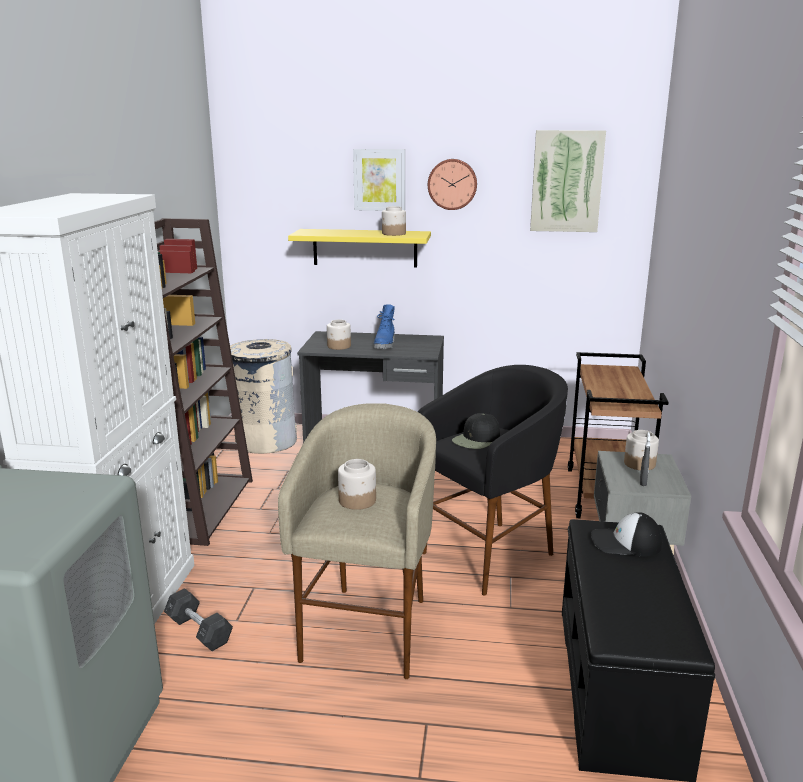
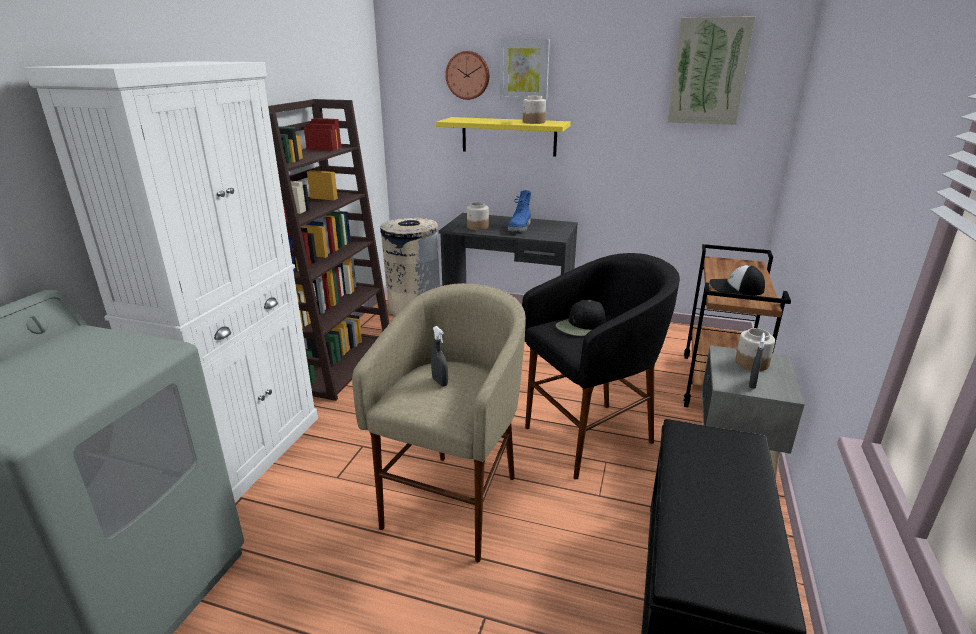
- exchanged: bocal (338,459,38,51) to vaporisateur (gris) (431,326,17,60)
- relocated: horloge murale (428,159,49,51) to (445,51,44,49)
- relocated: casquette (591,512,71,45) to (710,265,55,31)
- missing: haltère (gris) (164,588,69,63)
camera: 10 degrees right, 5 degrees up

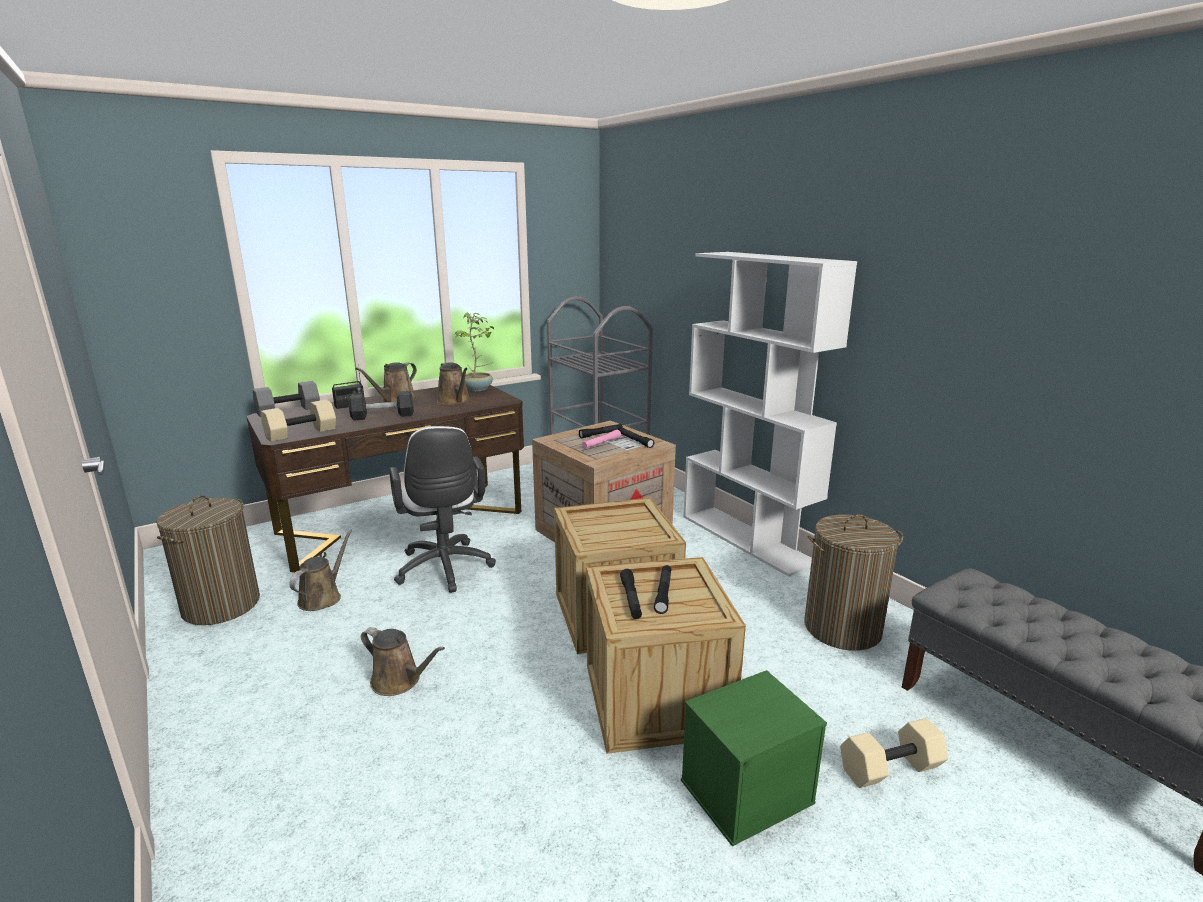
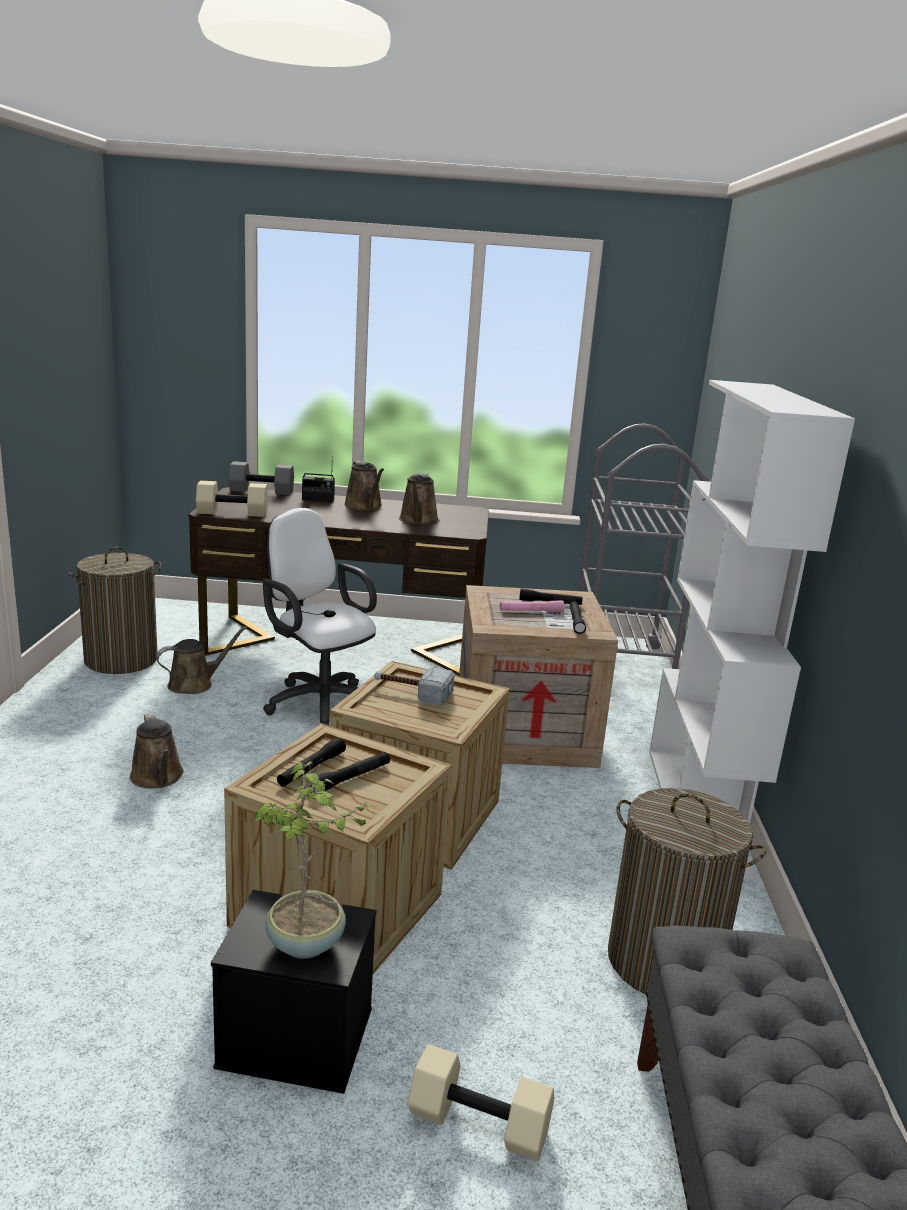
- colour: boîte de rangement (vert) (681,670,146,177) to boîte de rangement (noir) (211,890,165,204)
- relocated: plante en pot (455,312,39,79) to (253,761,121,198)
- spun: chaise de bureau (blanc) (390,426,106,167) = (263,508,114,218) 120 degrees clockwise
- spun: arrosoir (marron) (355,363,62,40) = (344,461,40,49) 90 degrees counterclockwise
- appeared: marteau (374,667,81,38)
- missing: haltère (noir) (348,391,66,30)
camera: 35 degrees right, 0 degrees up

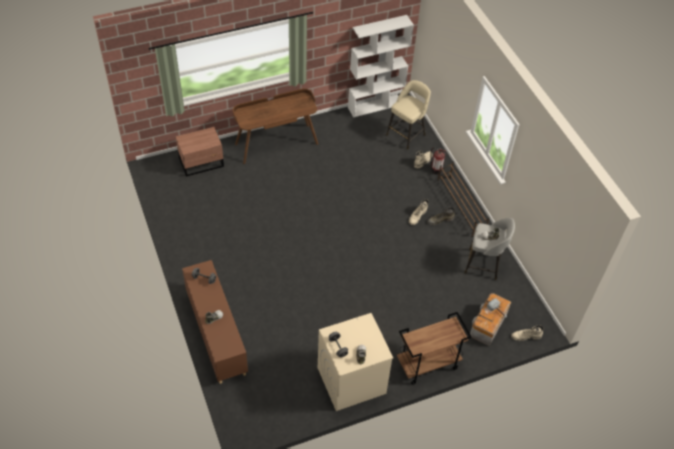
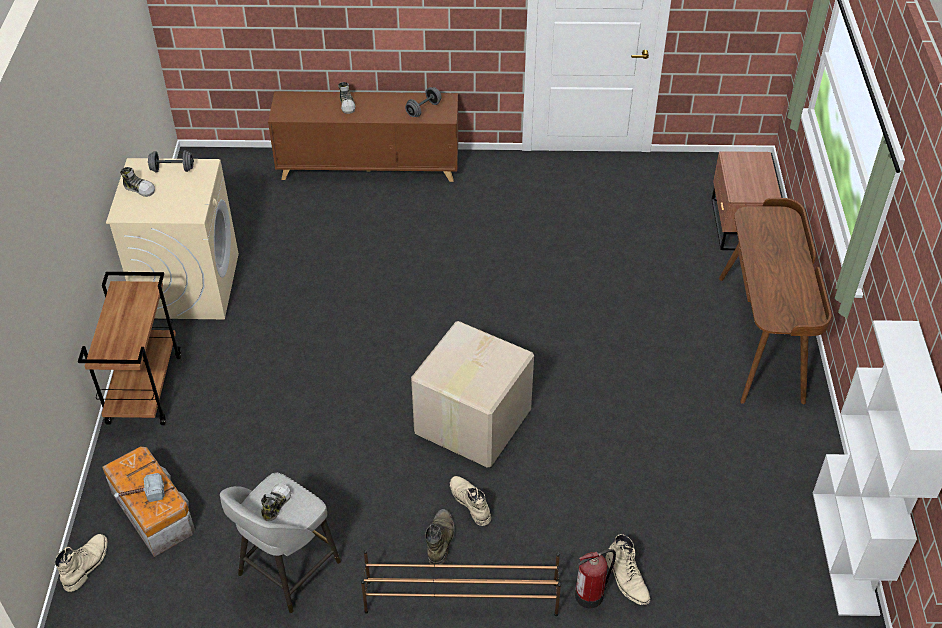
- appeared: carton (411,321,123,147)
- missing: tabouret (beige) (386,80,45,70)
camera: 115 degrees right, 5 degrees down

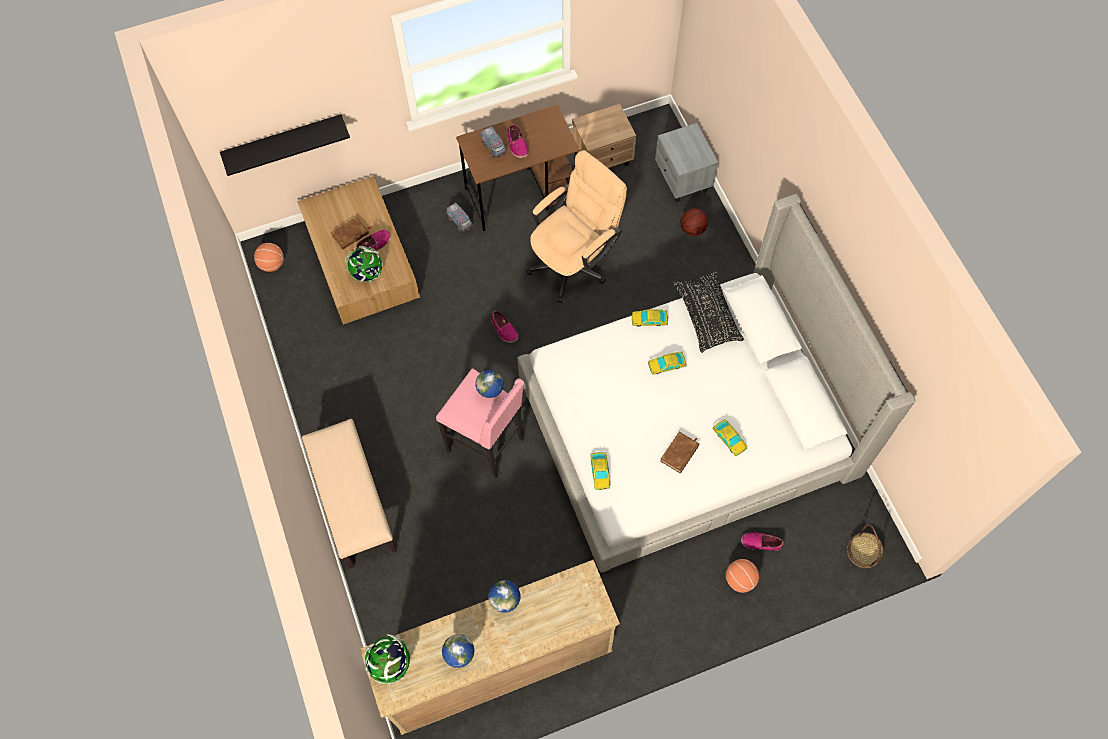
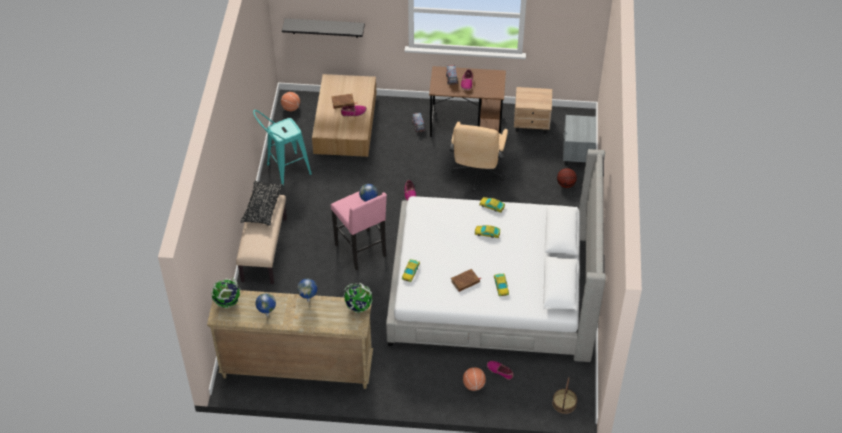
- relocated: coussin (noir) (674,271,70,82) to (240,181,43,45)
- appeared: tabouret (turquoise) (253,110,59,76)
- relocated: globe (345,246,38,36) to (343,283,30,30)
- spun: chaise de bureau (beige) (526,150,101,153) = (450,122,58,69) 120 degrees clockwise
camera: 25 degrees right, 15 degrees down

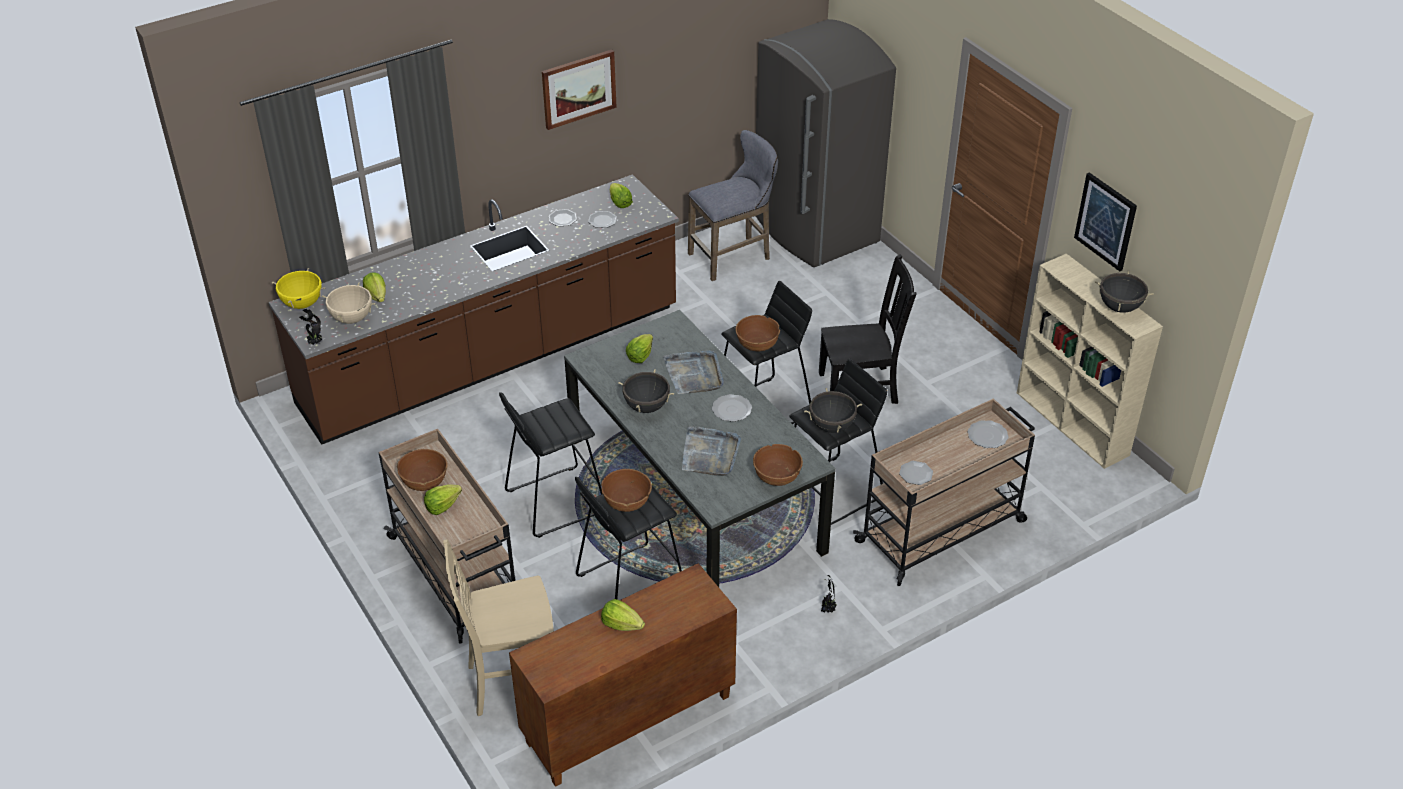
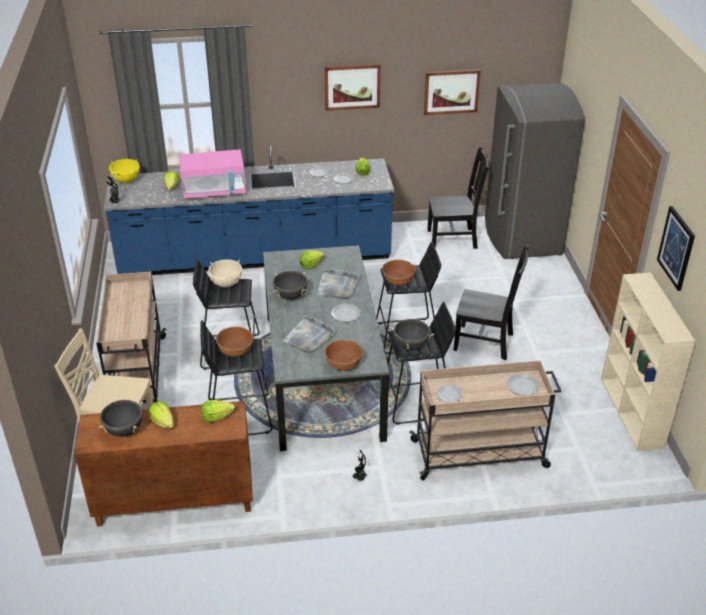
- relocated: marmite (noir) (1095,271,59,42) to (99,400,44,37)
- colour: comptoir de cuisine (marron) (269,174,410,271) to comptoir de cuisine (bleu) (104,146,290,129)
- appeared: micro-ondes (rose) (179,149,67,50)
- relocated: laitue (424,484,38,31) to (202,400,33,22)
- relocated: marmite (beige) (322,283,53,41) to (208,259,34,28)
- appeared: tableau (424,69,57,46)
- exchanged: tabouret (gris) (688,130,90,151) to chaise (noir) (427,147,62,102)
- missing: bol (marron) (397,449,51,42)
camera: 25 degrees right, 5 degrees down

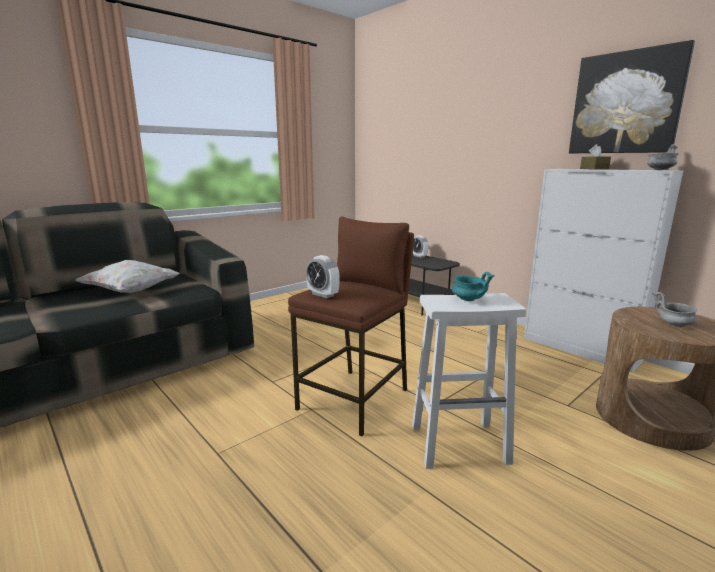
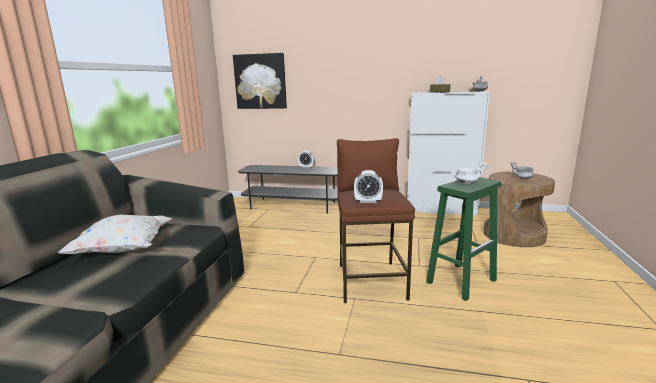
- relocated: tableau (569,40,126,113) to (233,53,54,56)
- colour: tabouret (blanc) (412,293,114,176) to tabouret (vert) (426,177,75,124)
- colour: bol (turquoise) (452,272,43,29) to bol (blanc) (455,162,33,22)
camera: 35 degrees left, 0 degrees up

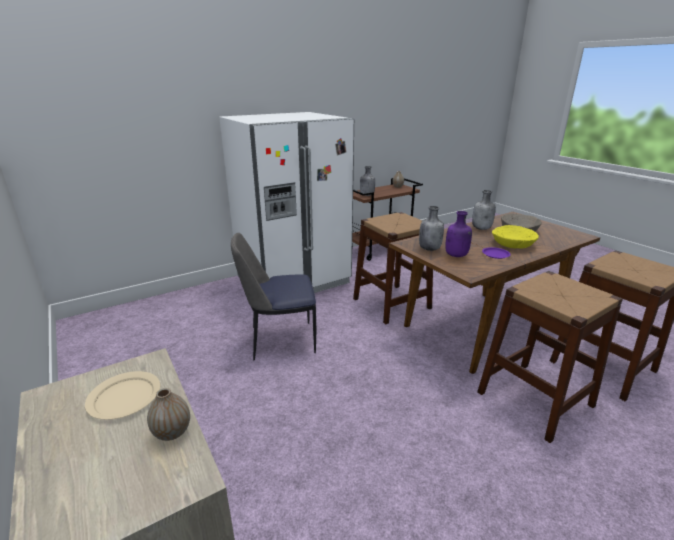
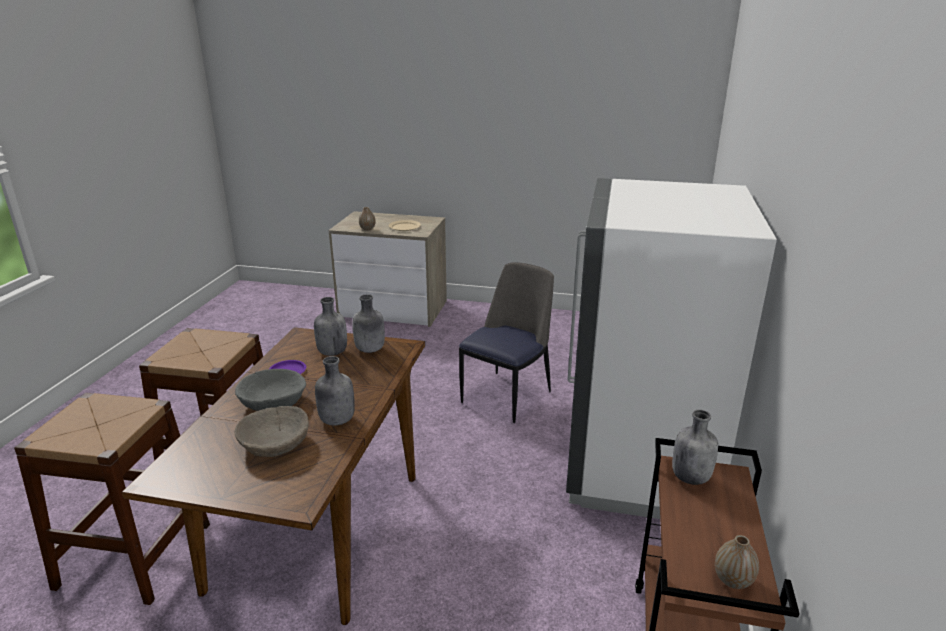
- colour: bol (jaune) (492,225,47,24) to bol (gris) (235,369,71,42)
- colour: bouteille (violet) (445,211,27,46) to bouteille (gris) (314,297,33,59)
- missing: tabouret (marron) (353,212,80,112)
camera: 135 degrees right, 0 degrees up

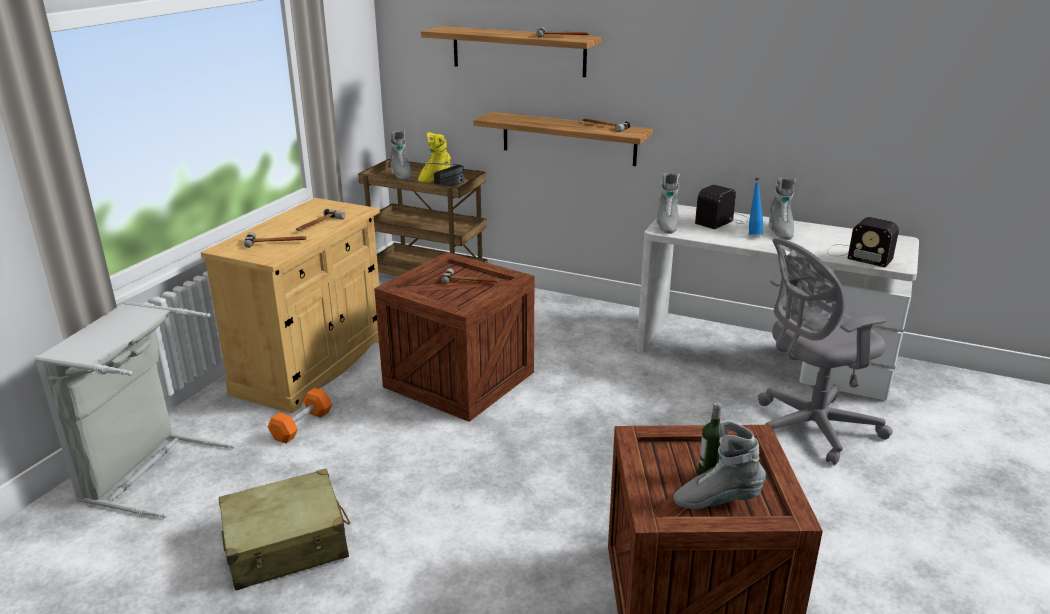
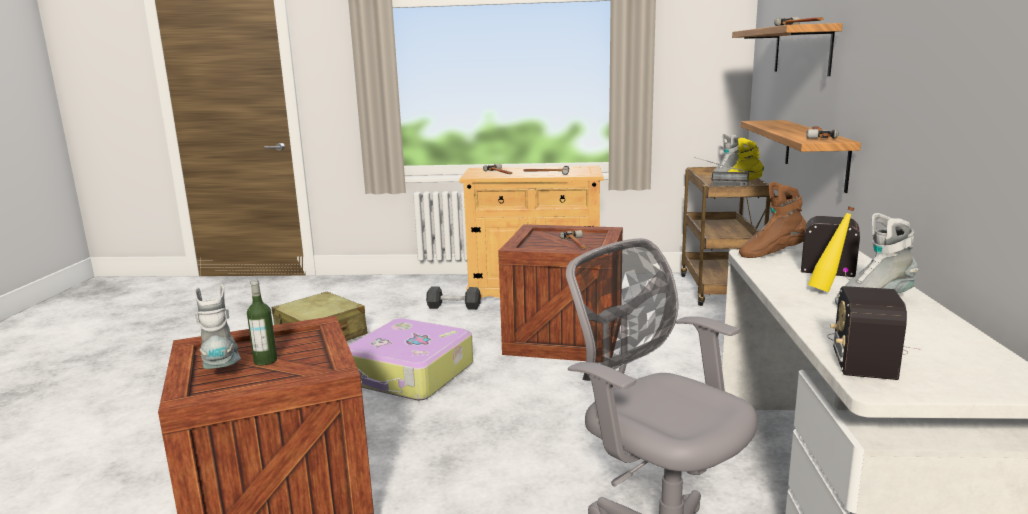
- appeared: valise (348,318,125,82)
- colour: haltère (orange) (267,388,65,56) to haltère (noir) (426,286,55,24)
- colour: botte (gris) (656,173,24,61) to botte (marron) (739,182,68,76)
- colour: bouteille (bleu) (749,178,14,57) to bouteille (jaune) (808,206,47,86)
- missing: panier à linge (gris) (35,301,200,217)
camera: 70 degrees right, 10 degrees down

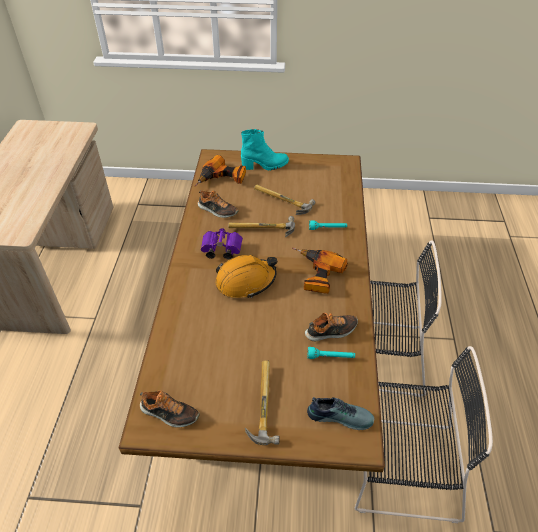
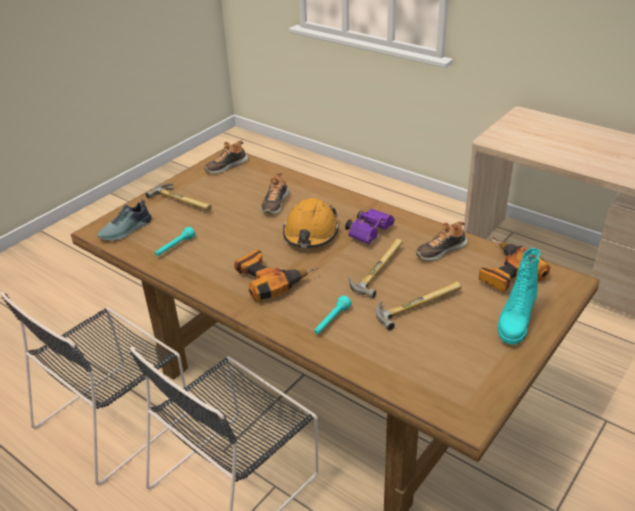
- relocated: chaussure (305,313,53,28) to (261,173,28,41)
camera: 125 degrees right, 10 degrees down

